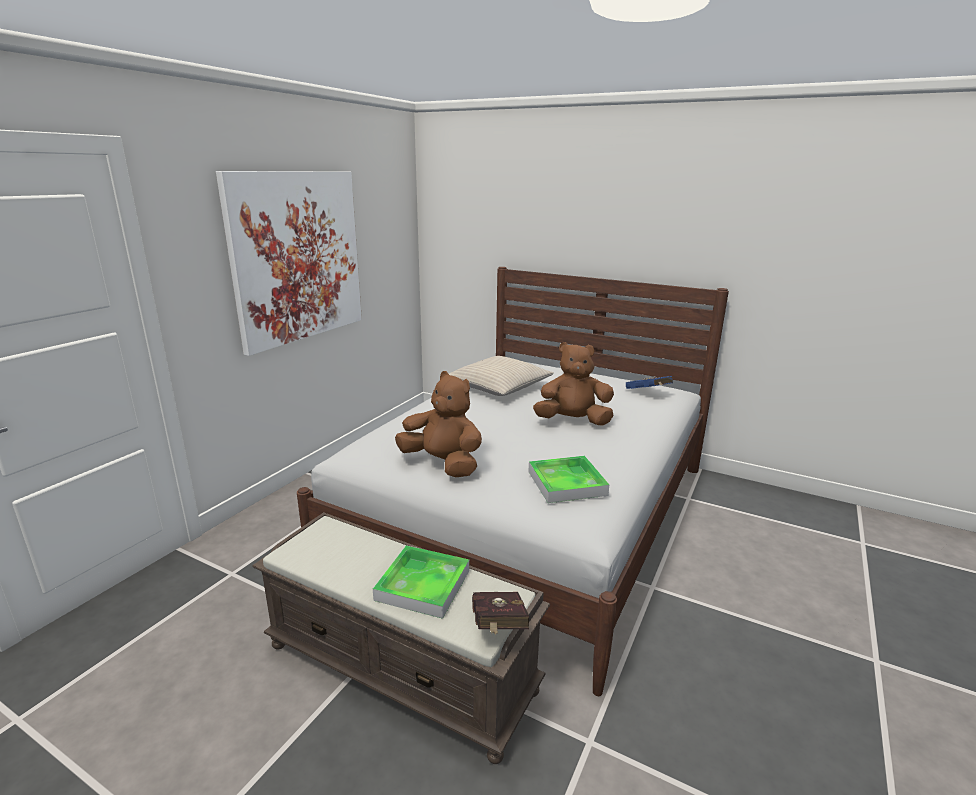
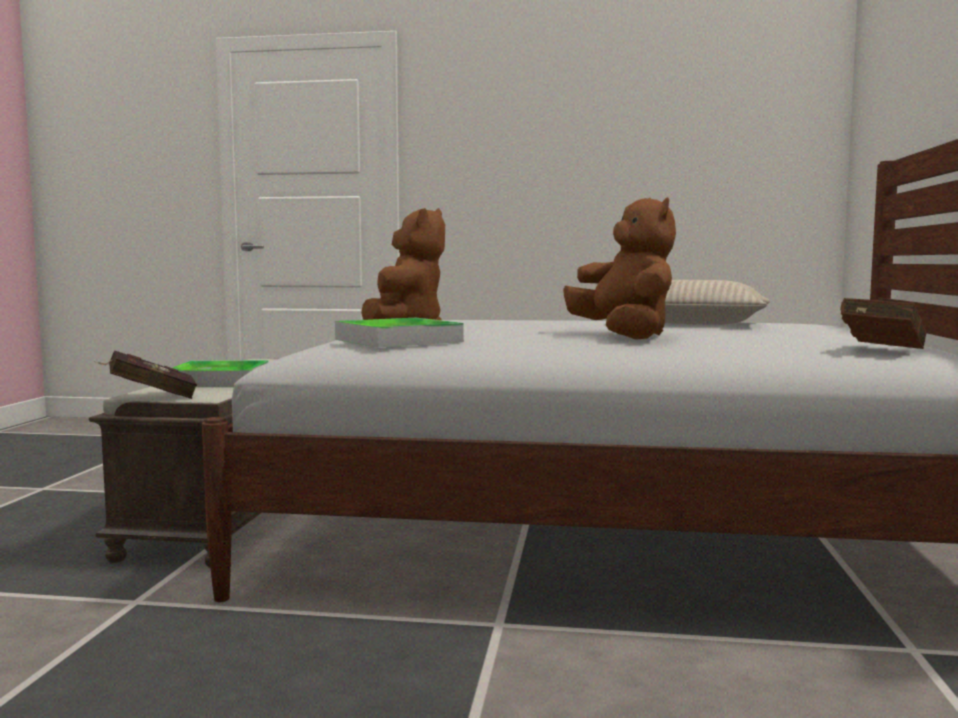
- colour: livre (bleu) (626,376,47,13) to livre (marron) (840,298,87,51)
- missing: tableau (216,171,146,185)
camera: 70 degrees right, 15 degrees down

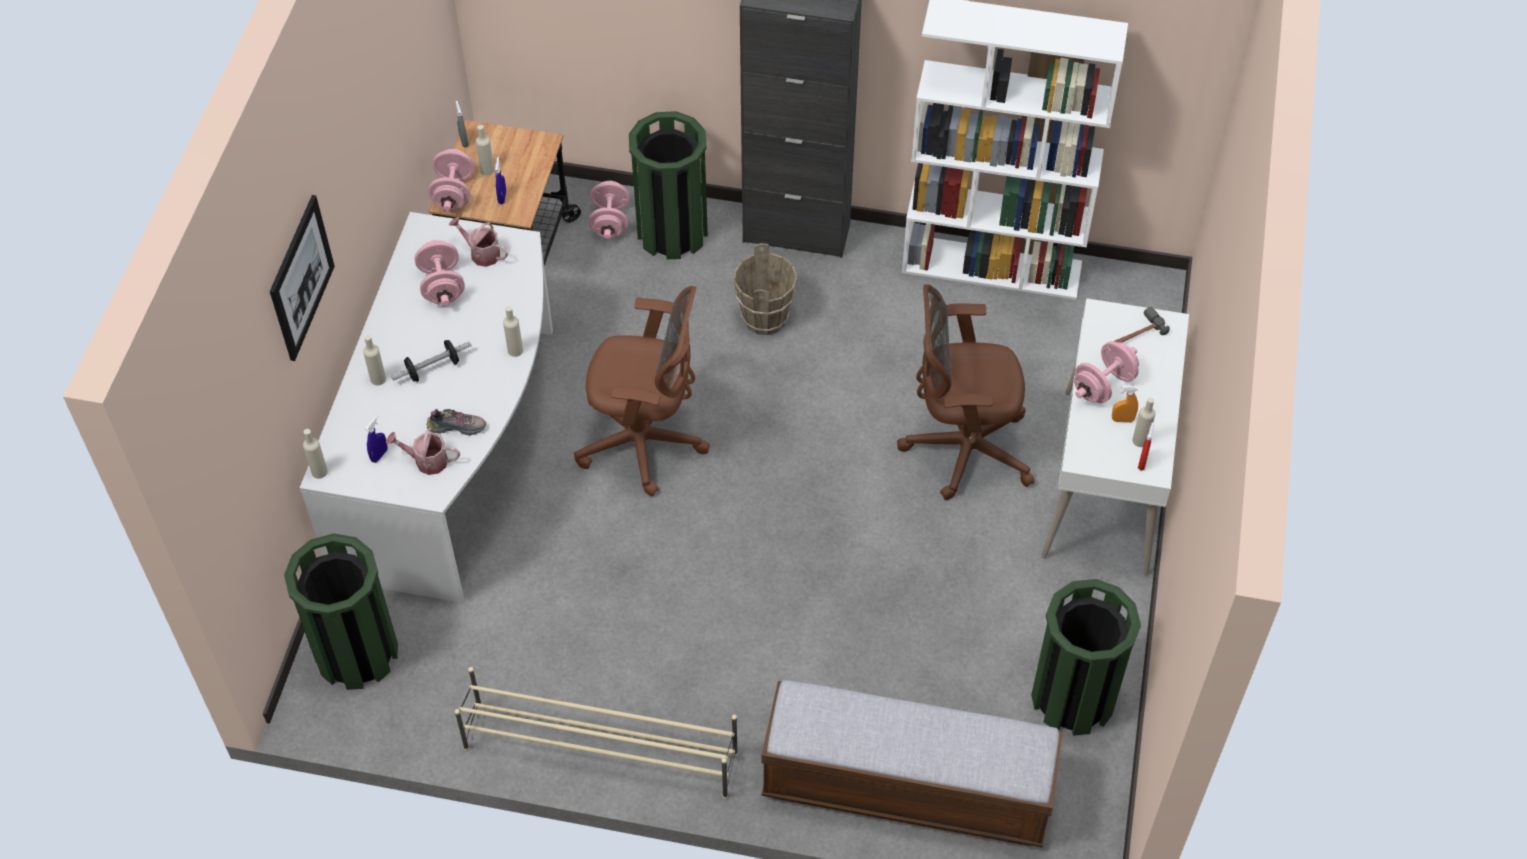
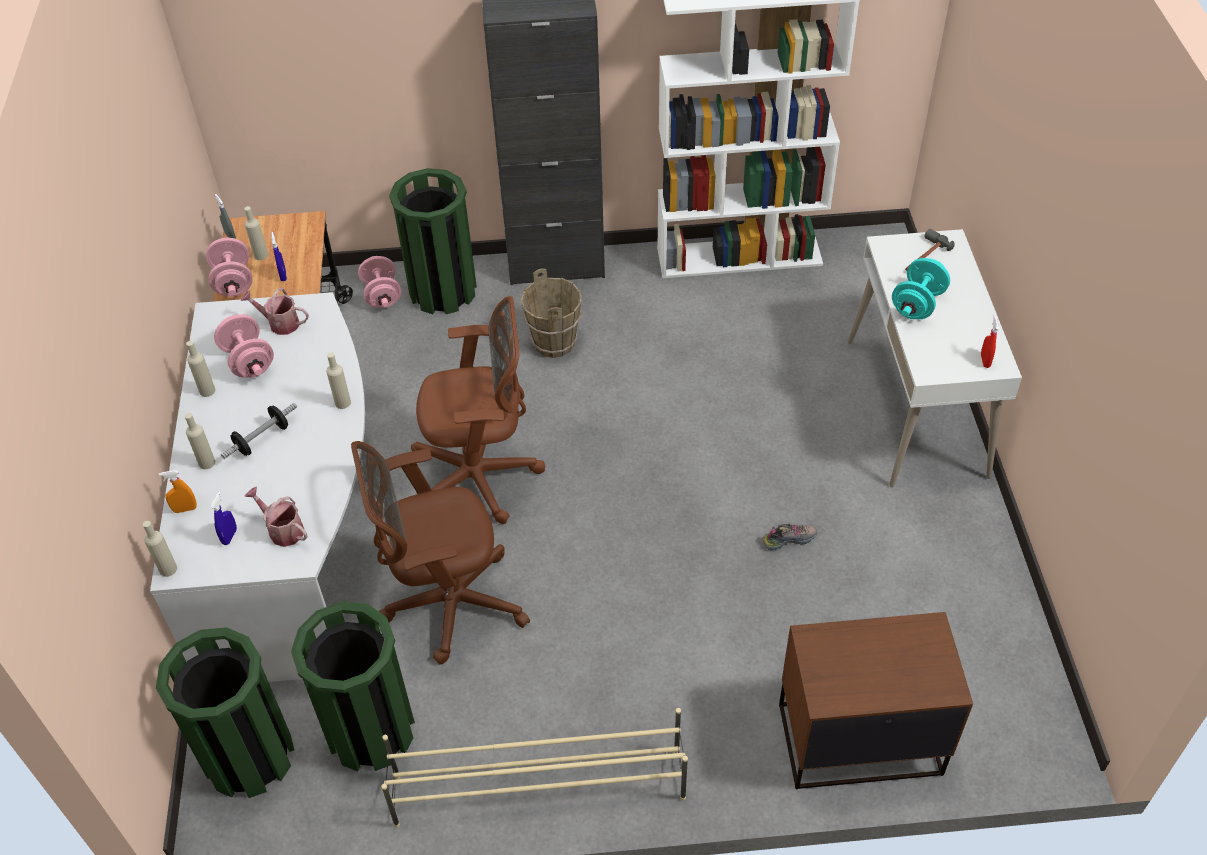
- relocated: vaporisateur (orange) (1112,386,26,36) to (159,470,38,43)
- relocated: bouteille (beige) (1132,397,24,50) to (186,341,29,56)
- spun: arrosoir (386,427,74,48) = (245,487,63,60) 45 degrees clockwise
- relocated: poubelle (vert) (1031,579,110,157) to (291,602,124,169)
- relocated: chaise de bureau (marron) (897,284,138,216) to (351,441,179,224)
- relocated: chaussure (427,409,59,26) to (763,524,54,26)
- exchanged: banc (761,680,302,168) to table de chevet (marron) (779,612,194,177)
- colour: haltère (rose) (1074,341,65,62) to haltère (turquoise) (892,258,58,61)
- missing: tableau (270,195,65,166)
camera: 15 degrees left, 5 degrees down

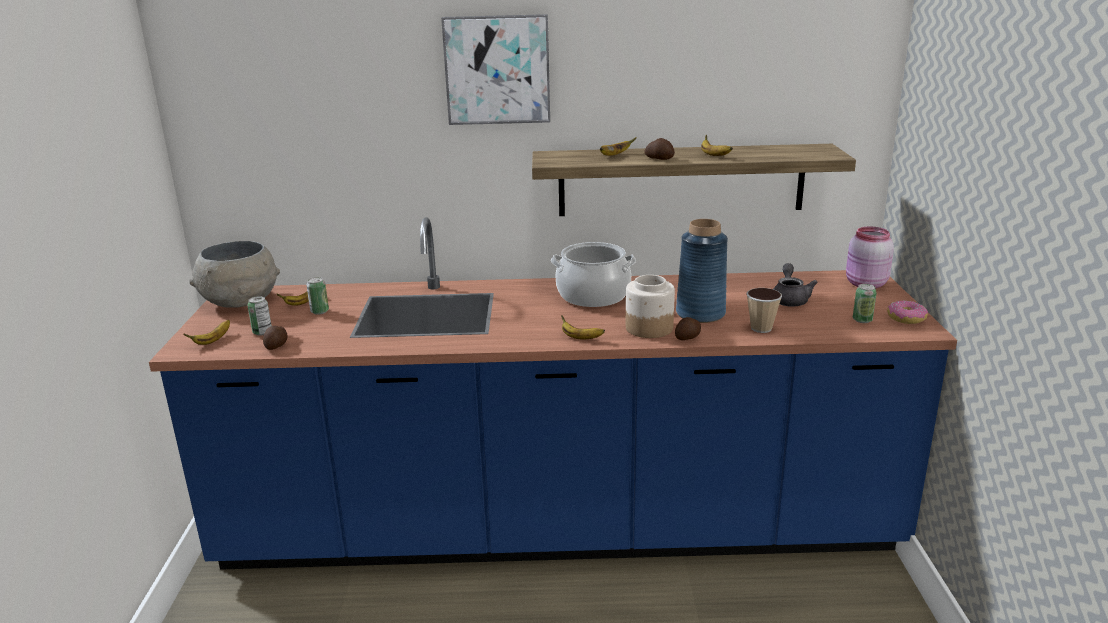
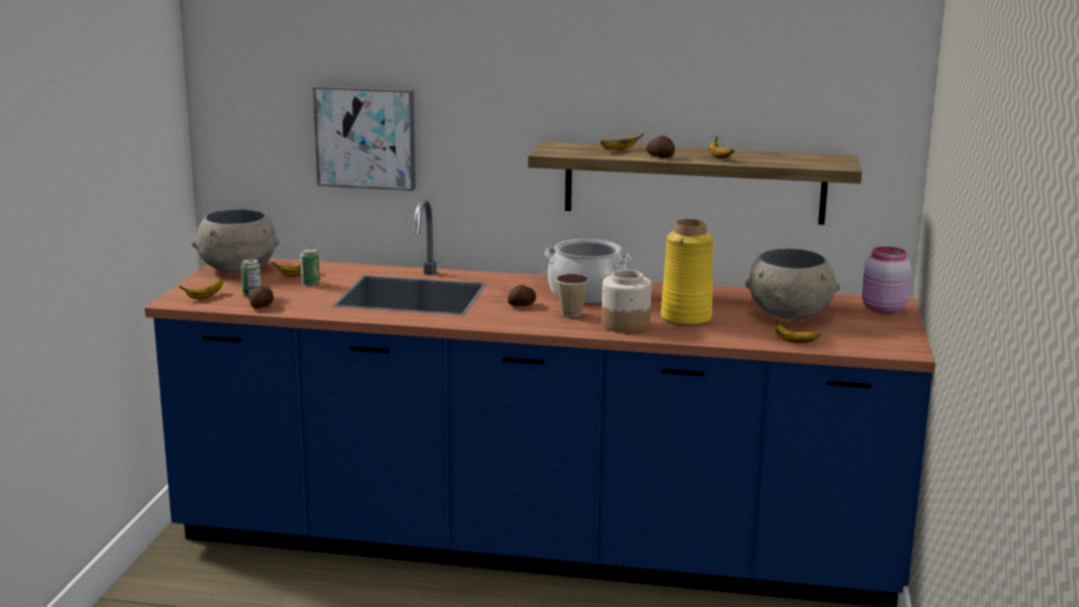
- relocated: tableau (441,14,109,111) to (313,86,102,105)
- relocated: pomme de terre (675,317,26,23) to (508,285,28,21)
- relocated: tasse (746,288,36,45) to (555,274,34,44)
- colour: vase (bleu) (676,219,52,104) to vase (jaune) (661,219,52,107)
- exchanged: théière (gris) (774,263,44,44) to bol (gris) (745,249,95,70)
- relocated: banane (561,315,44,24) to (775,318,45,25)
- missing: boîte métallique (853,284,24,39)
- missing: beignet (887,300,41,24)
camera: 10 degrees right, 5 degrees down

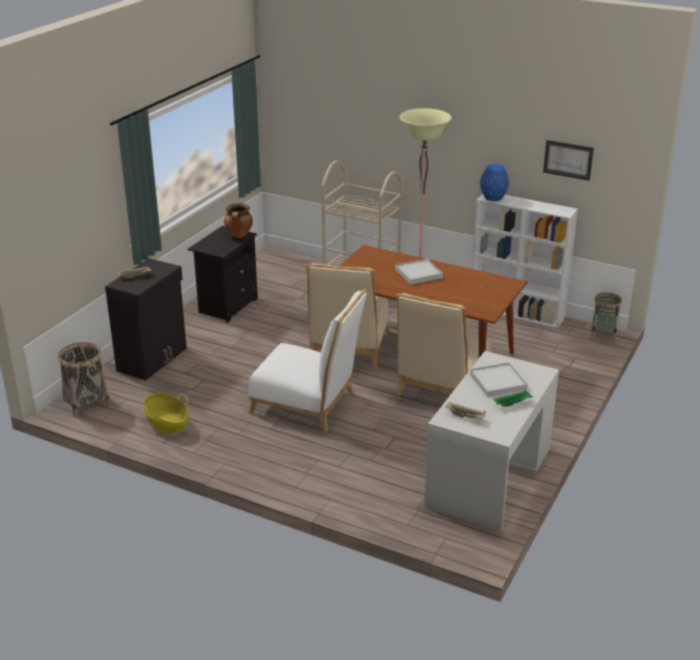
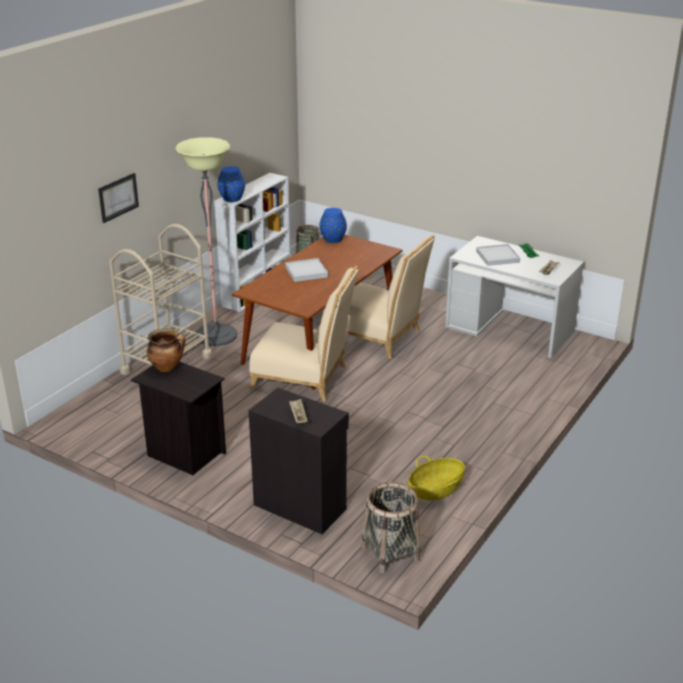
- relocated: tableau (543,140,51,41) to (98,173,41,50)
- appeared: vase (bleu) (320,208,27,35)
- missing: chaise (blanc) (248,289,119,143)
camera: 85 degrees left, 0 degrees up

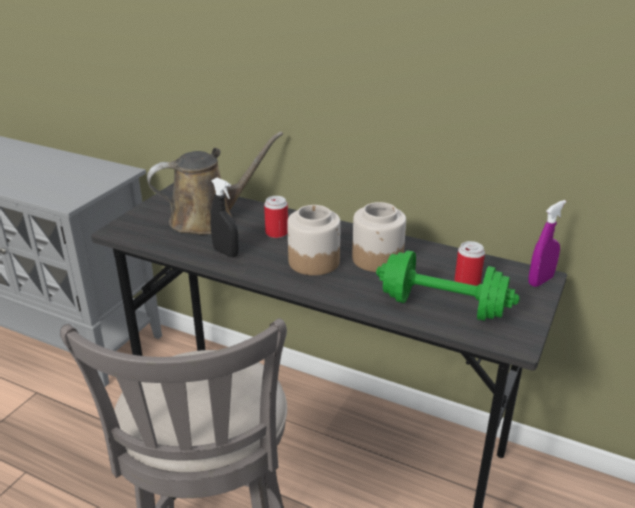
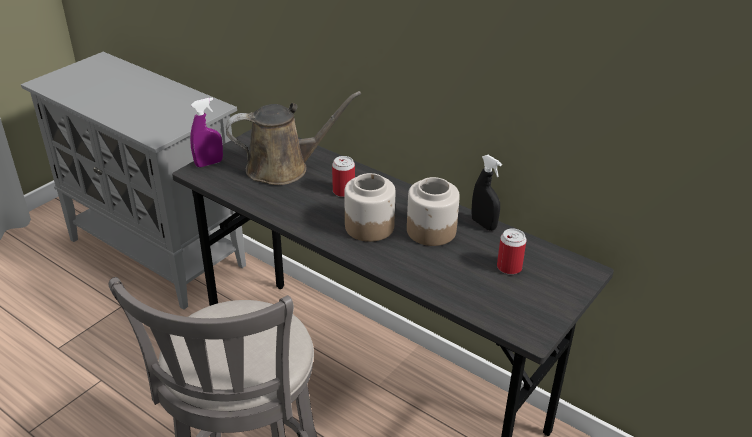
- relocated: vaporisateur (violet) (529,200,37,87) to (190,98,33,69)
- relocated: vaporisateur (noir) (210,178,29,79) to (471,155,31,76)
- missing: haltère (vert) (376,250,143,71)
camera: 10 degrees right, 5 degrees up

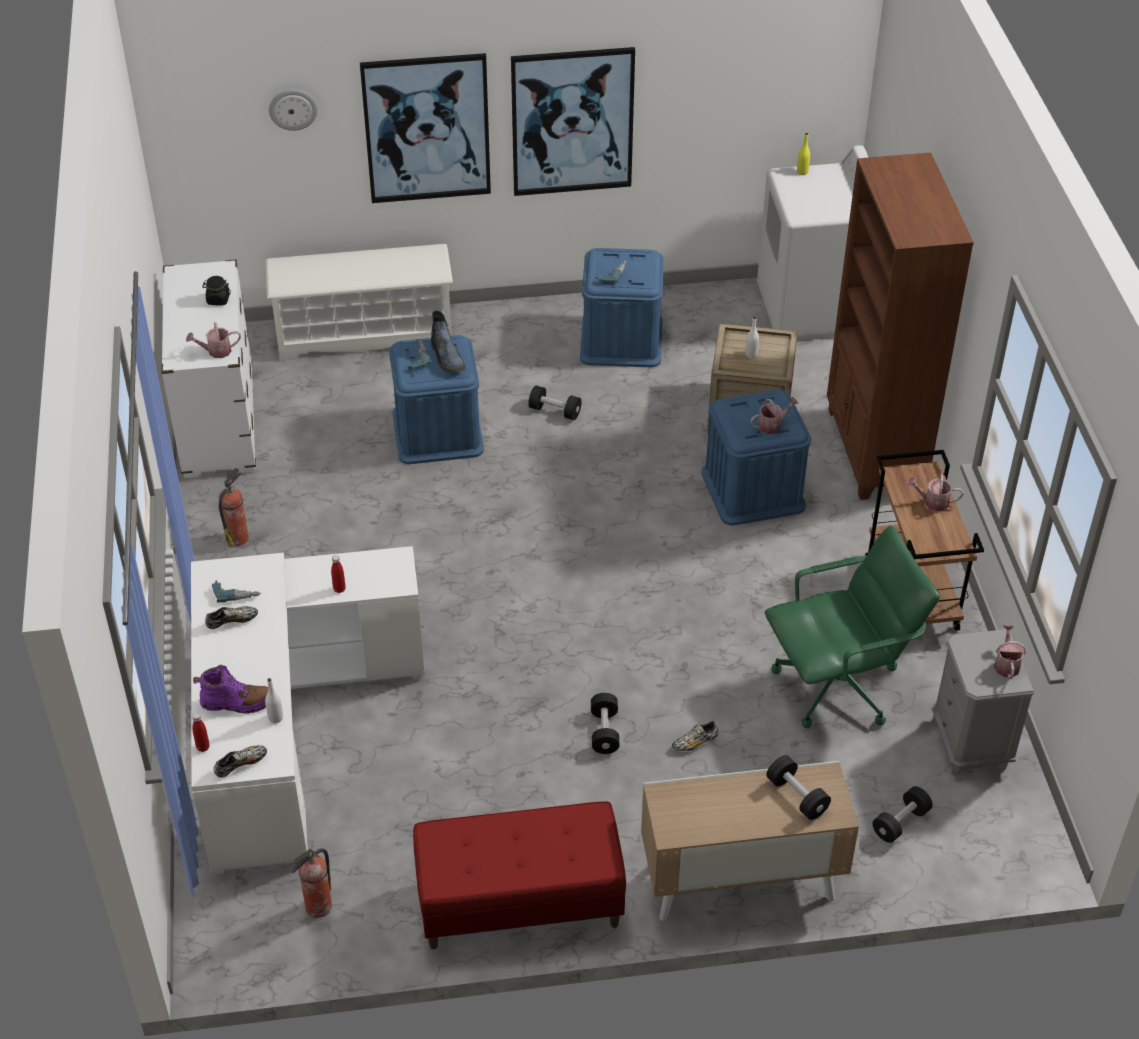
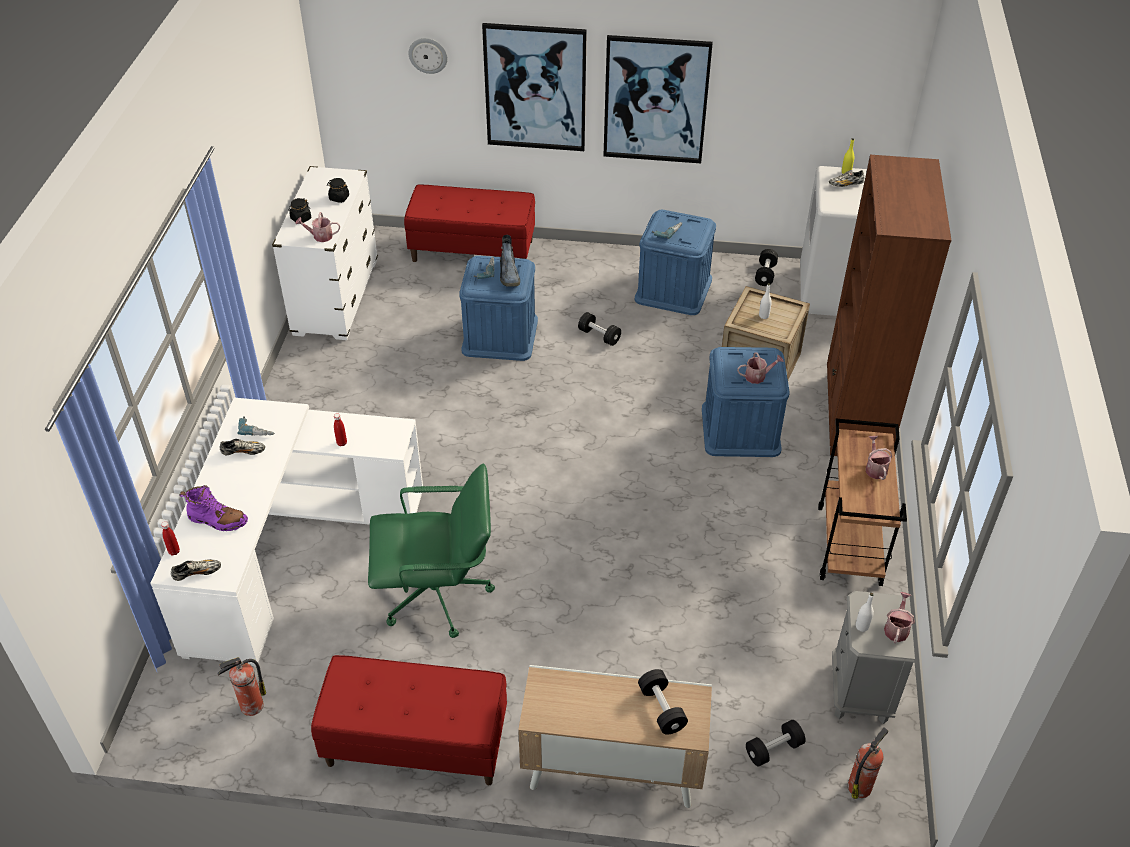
- appeared: bocal (noir) (288,198,23,25)
- relocated: chaise de bureau (vert) (765,525,175,203) to (368,464,127,174)
- exchanged: étagère à chaussures (blanc) (265,244,188,117) to banc (rouge) (404,184,131,78)
- relocated: haltère (noir) (591,693,29,61) to (755,249,23,37)
- relocated: chaussure (672,721,46,30) to (829,170,35,17)
- relocated: extincteur (219,468,30,78) to (848,727,41,72)
- relocated: bouteille (blanc) (265,678,18,45) to (856,593,18,39)
- spun: arrosoir (907,474,57,37) = (866,436,26,44) 60 degrees clockwise
camera: 15 degrees right, 0 degrees up

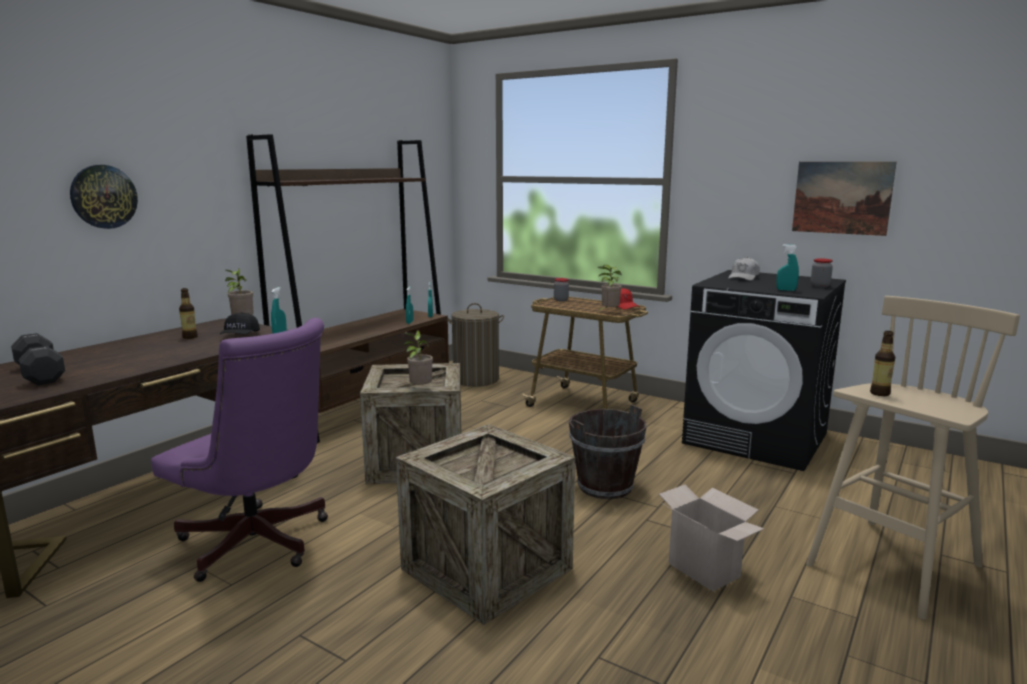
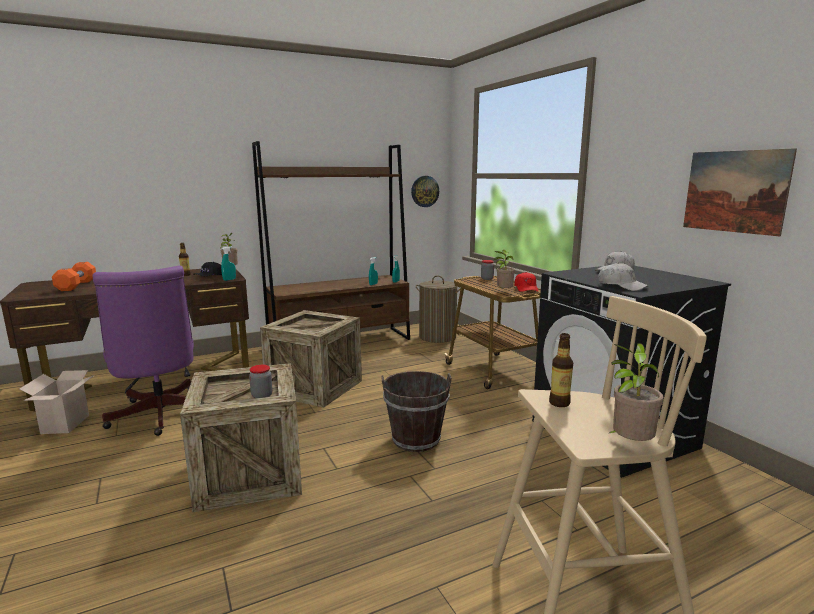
- relocated: carton (659,485,105,106) to (20,370,75,64)
- colour: haltère (noir) (11,333,54,52) to haltère (orange) (52,262,44,29)
- relocated: bocal (811,258,22,30) to (249,365,24,33)
- relocated: horloge murale (70,165,68,64) to (411,176,28,31)
- exchanged: vaporisateur (turquoise) (776,244,23,47) to casquette (blanc) (598,262,50,29)
- relocated: plante en pot (404,330,29,55) to (609,343,55,98)
camera: 30 degrees right, 0 degrees up

